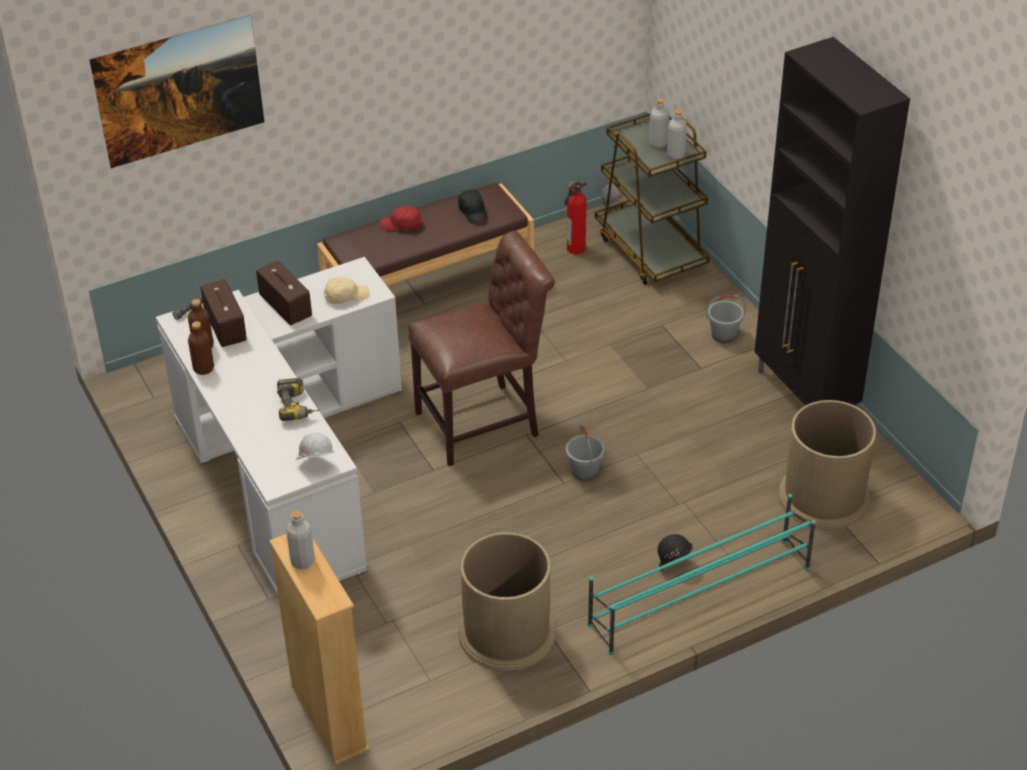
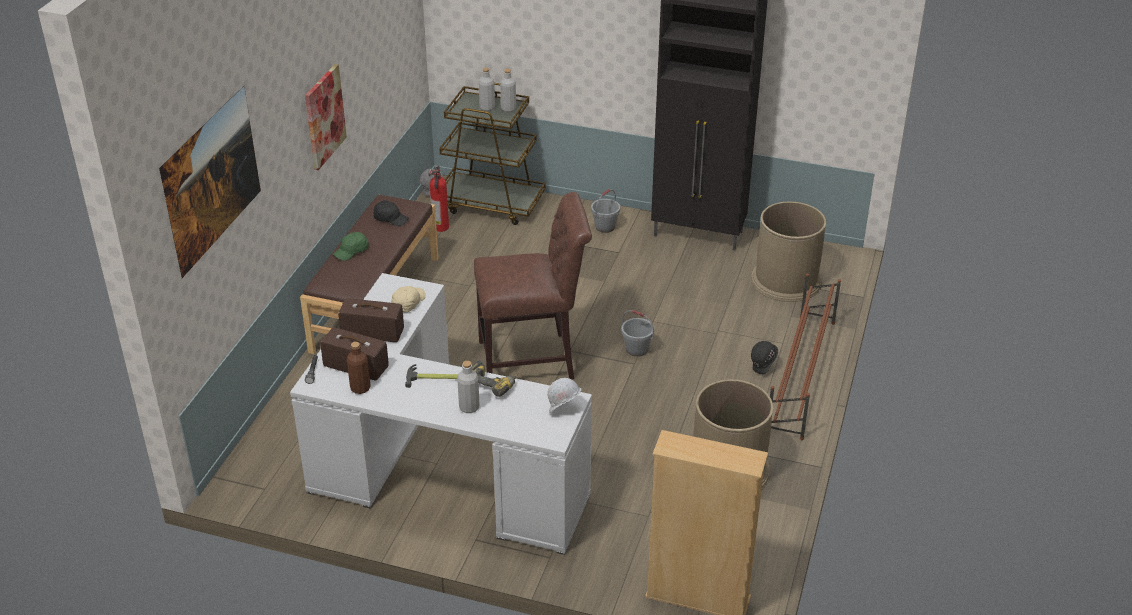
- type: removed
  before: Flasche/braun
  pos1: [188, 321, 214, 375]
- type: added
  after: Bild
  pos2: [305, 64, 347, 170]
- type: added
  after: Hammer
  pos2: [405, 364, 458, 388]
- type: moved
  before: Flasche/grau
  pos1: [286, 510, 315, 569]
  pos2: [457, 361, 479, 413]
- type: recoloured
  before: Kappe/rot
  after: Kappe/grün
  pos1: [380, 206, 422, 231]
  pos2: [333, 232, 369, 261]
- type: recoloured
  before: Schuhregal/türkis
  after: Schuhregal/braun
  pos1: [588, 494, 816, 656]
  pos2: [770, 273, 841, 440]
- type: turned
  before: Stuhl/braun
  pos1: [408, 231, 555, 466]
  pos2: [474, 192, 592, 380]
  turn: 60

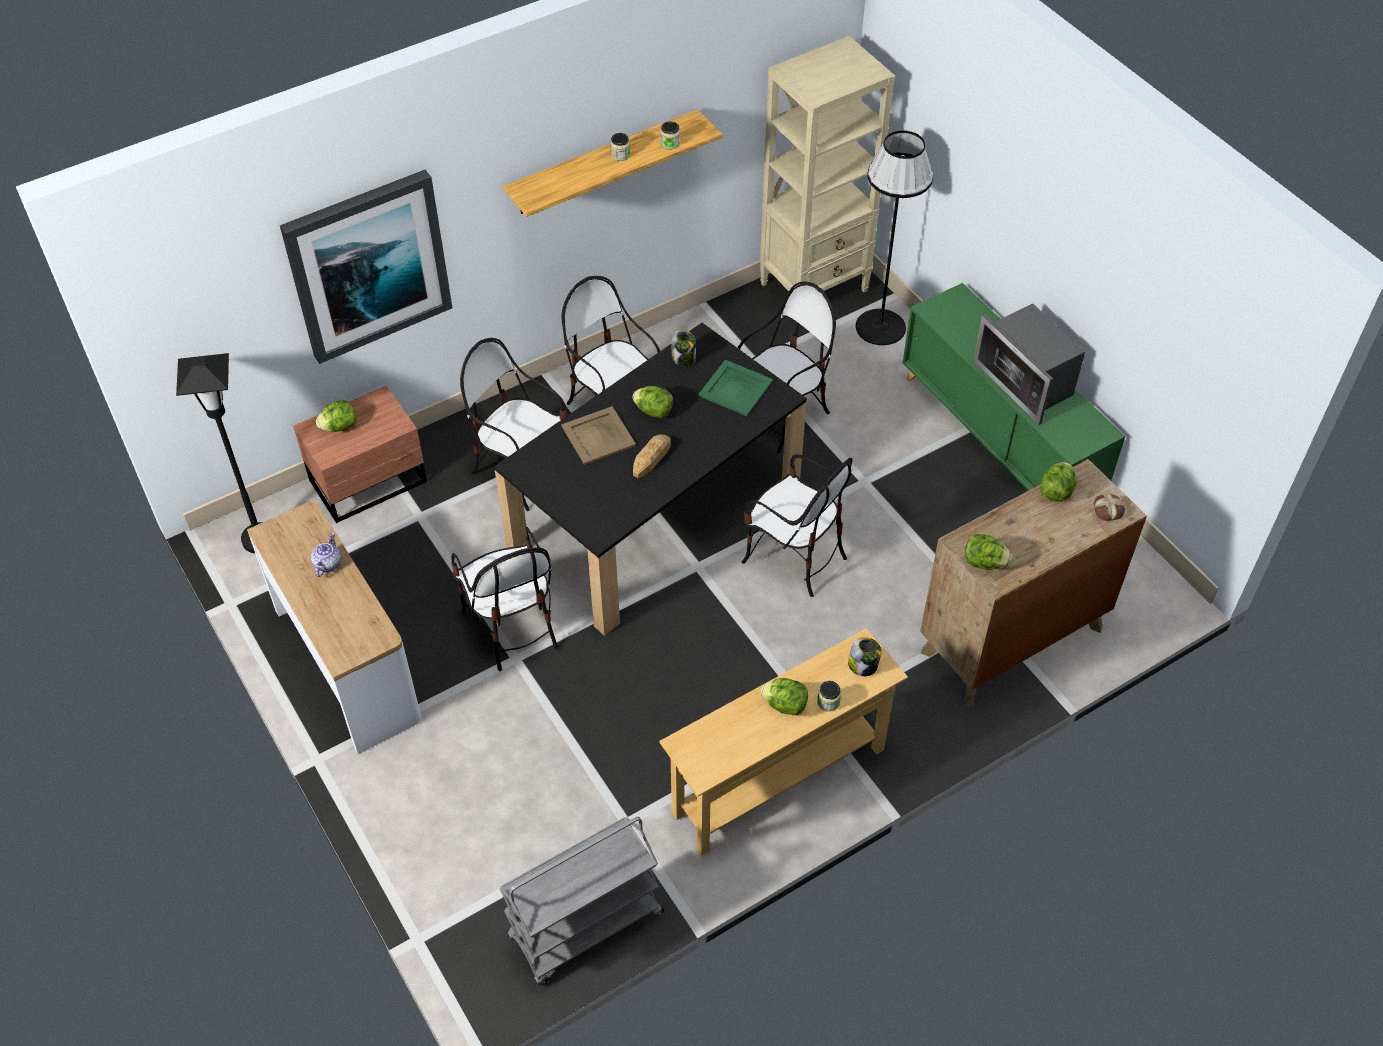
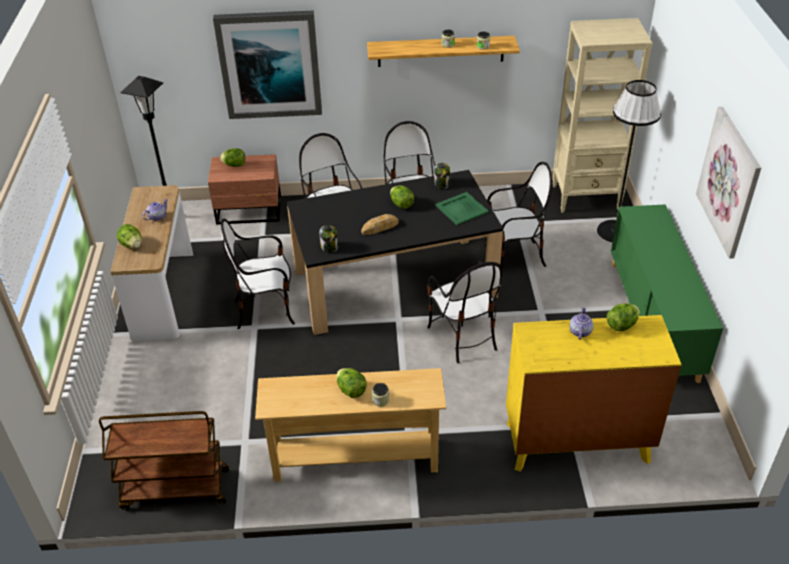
- type: removed
  before: Tablett/beige
  pos1: [561, 406, 636, 465]
- type: removed
  before: Mikrowelle
  pos1: [973, 304, 1085, 425]
- type: removed
  before: Brot
  pos1: [1094, 494, 1125, 521]
- type: added
  after: Teekanne
  pos2: [570, 307, 594, 340]
- type: added
  after: Bild
  pos2: [696, 107, 761, 259]
- type: moved
  before: Vorratsglas
  pos1: [848, 637, 881, 676]
  pos2: [319, 225, 338, 253]
- type: moved
  before: Salatkopf
  pos1: [965, 534, 1012, 570]
  pos2: [117, 224, 142, 249]
- type: recoloured
  before: Rollwagen/grau
  after: Rollwagen/braun
  pos1: [499, 817, 664, 985]
  pos2: [99, 411, 229, 510]
- type: recoloured
  before: Kommode/braun
  after: Kommode/gelb
  pos1: [920, 459, 1147, 706]
  pos2: [506, 315, 682, 472]
- type: turned
  before: Stuhl
  pos1: [451, 527, 559, 671]
  pos2: [221, 218, 295, 329]
  turn: 75

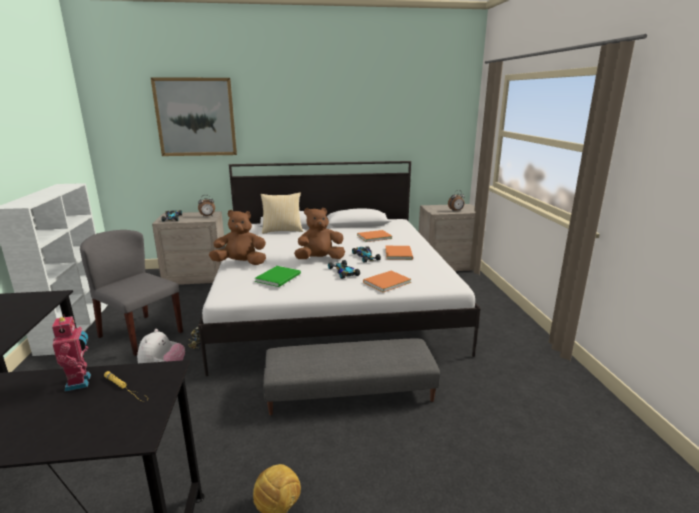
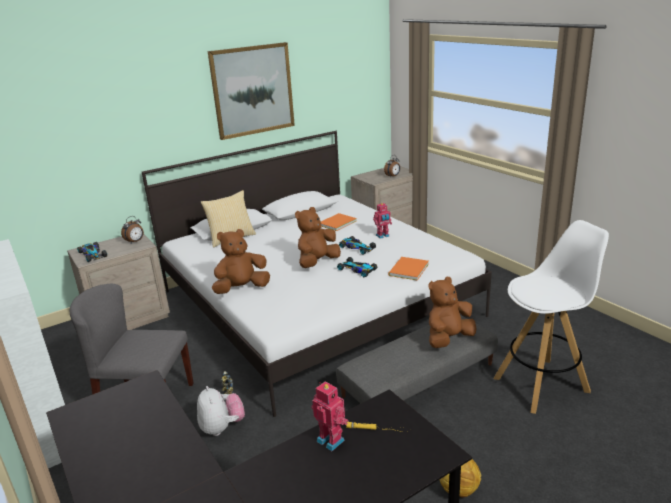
- type: removed
  before: Buch/grün
  pos1: [255, 266, 301, 287]
- type: added
  after: Plüschtier/braun
  pos2: [429, 277, 477, 348]
- type: added
  after: Hocker/weiß
  pos2: [494, 220, 609, 414]
- type: moved
  before: Bild
  pos1: [151, 77, 237, 156]
  pos2: [208, 42, 295, 140]
- type: replaced
  before: Buch/orange
  after: Spielzeugroboter
  pos1: [385, 246, 413, 260]
  pos2: [373, 203, 392, 239]

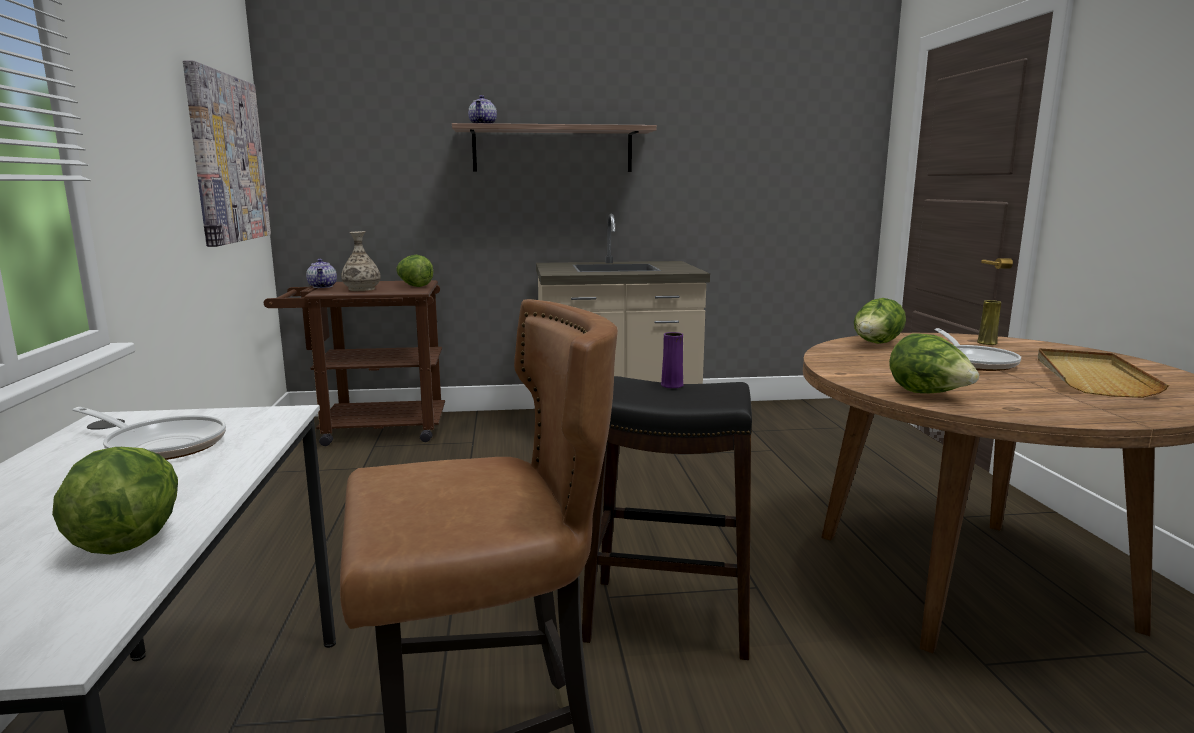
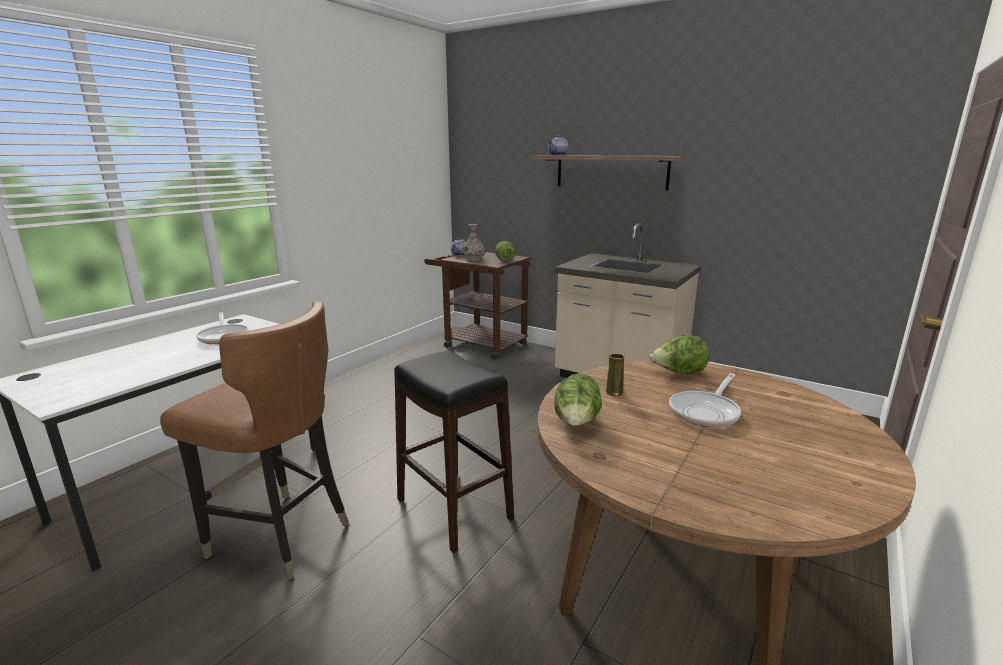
- type: removed
  before: Salatkopf
  pos1: [52, 447, 178, 555]
- type: removed
  before: Bild
  pos1: [183, 60, 271, 247]
- type: removed
  before: Vase/lila
  pos1: [661, 332, 684, 388]
- type: removed
  before: Tablett/beige
  pos1: [1038, 348, 1169, 398]
- type: moved
  before: Vase/gelb
  pos1: [977, 300, 1001, 345]
  pos2: [606, 353, 624, 396]

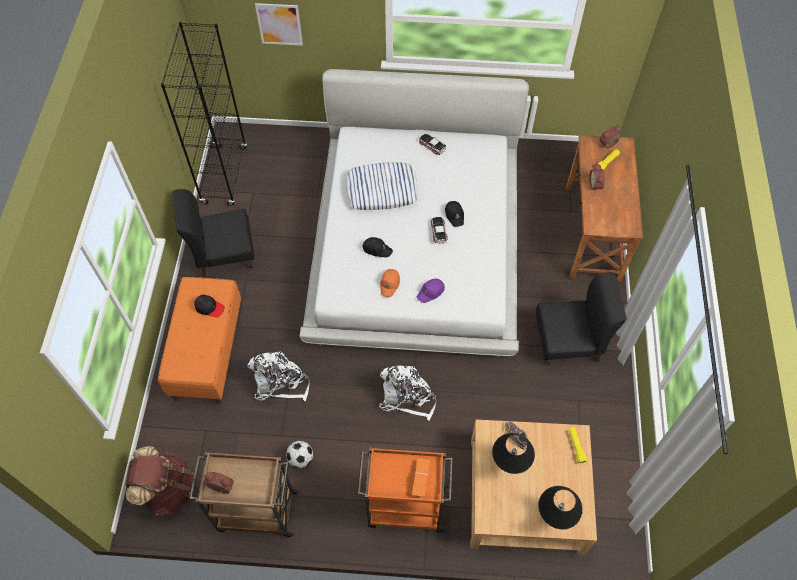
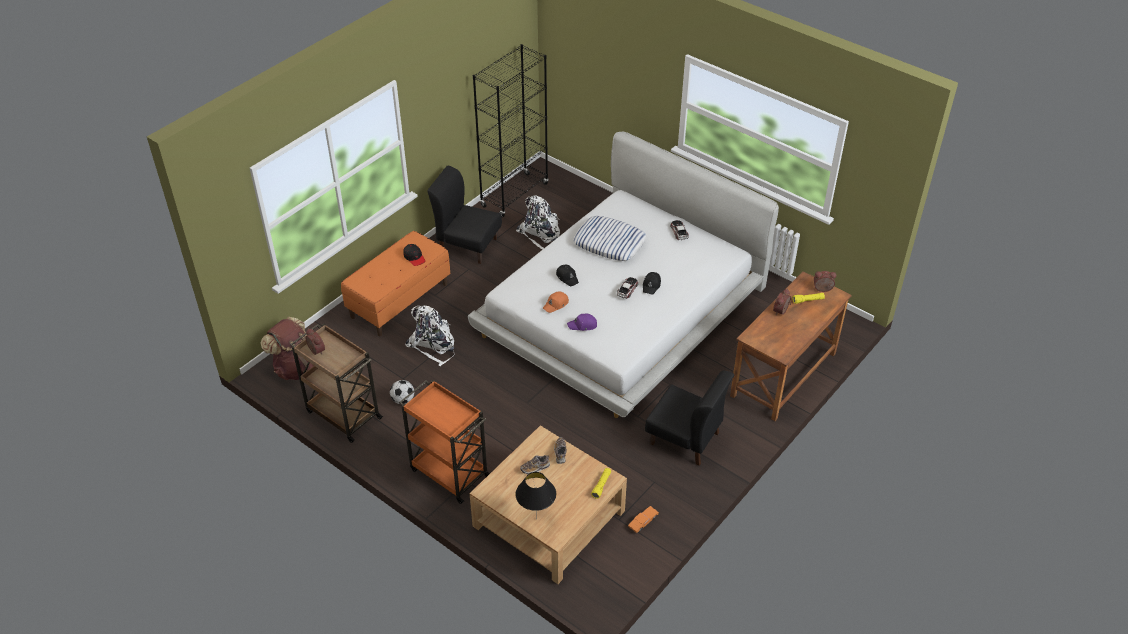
- type: removed
  before: Bild
  pos1: [255, 3, 303, 46]
- type: moved
  before: Rucksack/weiß
  pos1: [379, 365, 437, 421]
  pos2: [516, 195, 560, 250]
- type: moved
  before: Spielzeugauto/orange
  pos1: [412, 458, 430, 498]
  pos2: [628, 506, 659, 533]
- type: replaced
  before: Tischlampe/schwarz
  after: Schuh
  pos1: [492, 433, 535, 474]
  pos2: [520, 455, 550, 474]

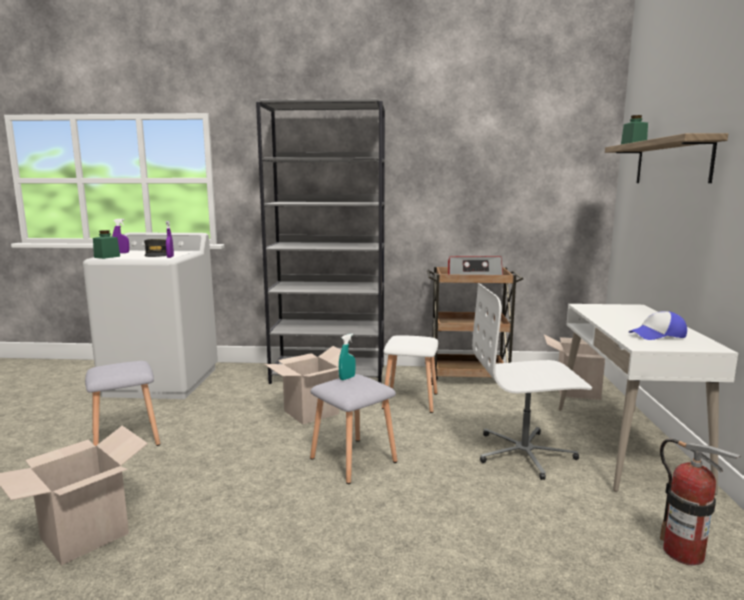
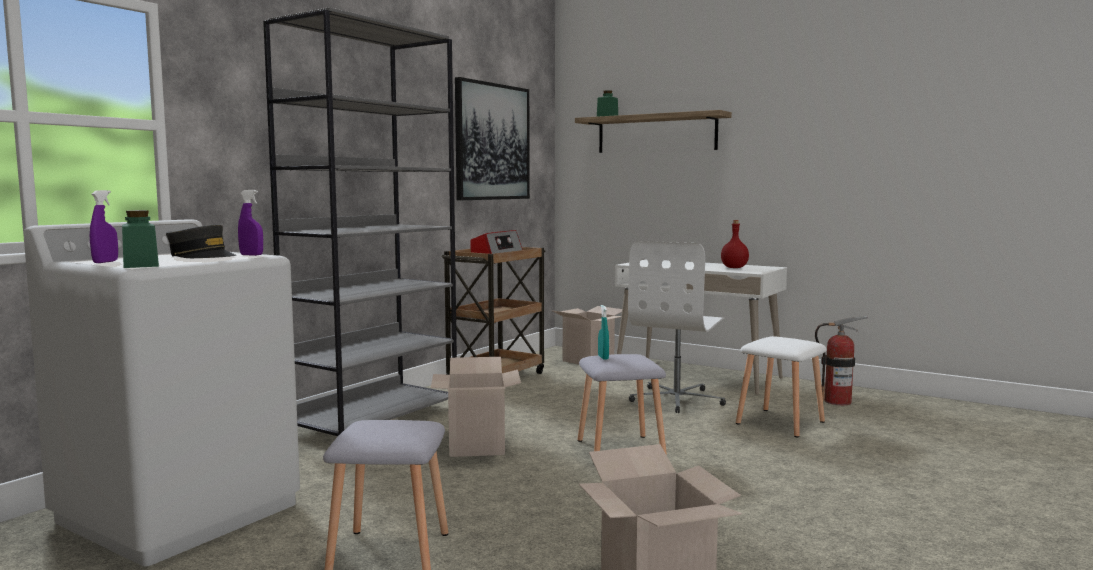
- type: added
  after: Bild
  pos2: [455, 77, 530, 200]
- type: moved
  before: Hocker/weiß
  pos1: [382, 335, 438, 413]
  pos2: [736, 336, 827, 438]
- type: replaced
  before: Kappe
  after: Flasche/rot
  pos1: [629, 311, 687, 340]
  pos2: [721, 220, 749, 268]

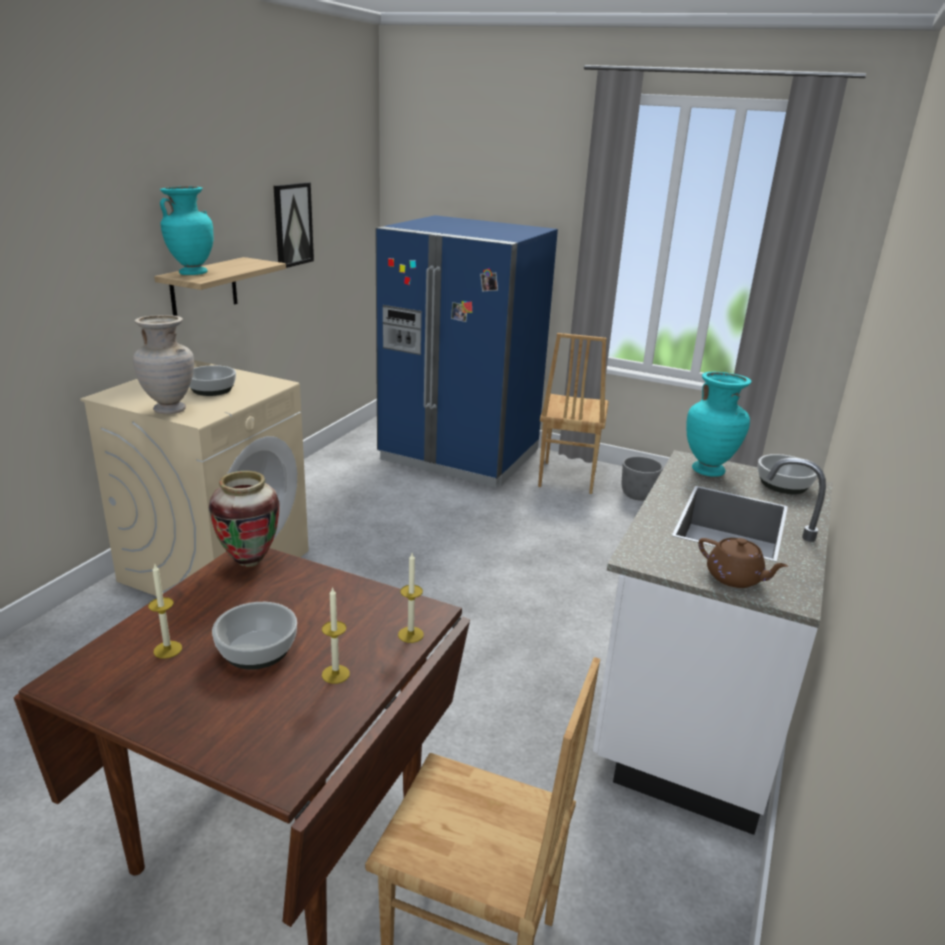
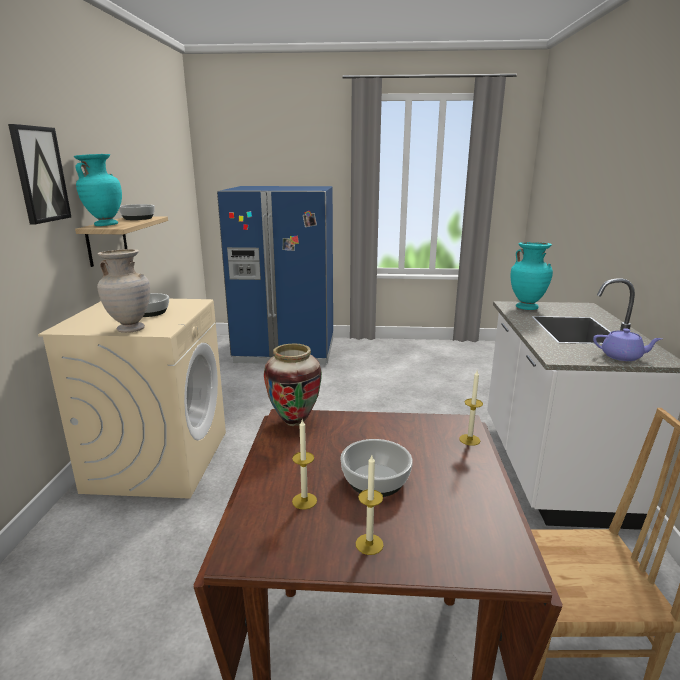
- type: removed
  before: Stuhl/braun
  pos1: [538, 333, 609, 494]
- type: removed
  before: Pflanzkübel/grau
  pos1: [622, 456, 663, 501]
- type: moved
  before: Bild
  pos1: [273, 182, 314, 268]
  pos2: [8, 124, 71, 225]
- type: moved
  before: Kerze
  pos1: [322, 587, 350, 684]
  pos2: [356, 455, 384, 555]
- type: moved
  before: Schüssel
  pos1: [758, 454, 817, 494]
  pos2: [119, 204, 155, 220]
- type: recoloured
  before: Teekanne/braun
  after: Teekanne/lila
  pos1: [698, 538, 788, 588]
  pos2: [593, 328, 662, 361]

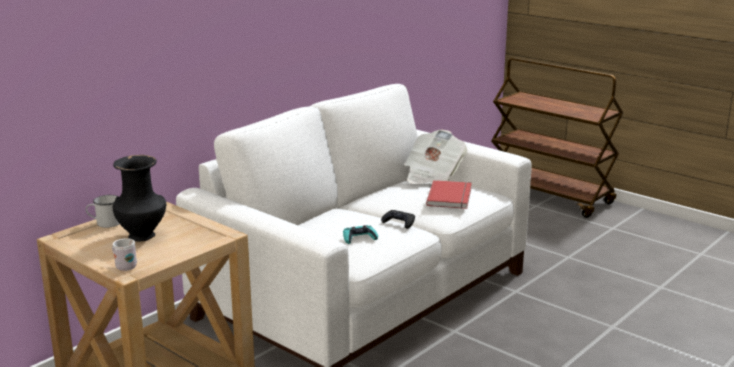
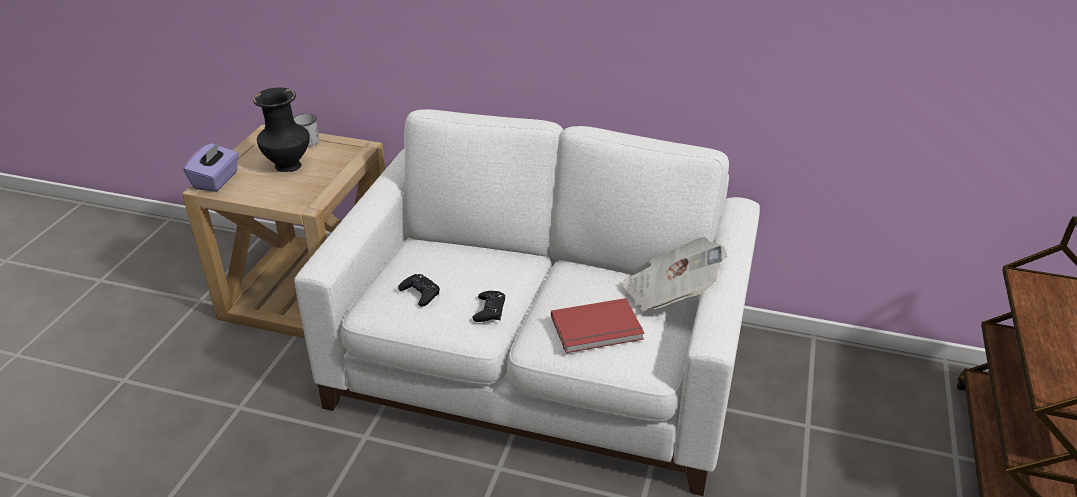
- type: replaced
  before: Henkelbecher/weiß
  after: Taschentuchbox/lila
  pos1: [112, 238, 137, 271]
  pos2: [184, 141, 239, 192]
- type: recoloured
  before: Gamepad/türkis
  after: Gamepad/schwarz
  pos1: [343, 225, 378, 244]
  pos2: [398, 274, 440, 307]

